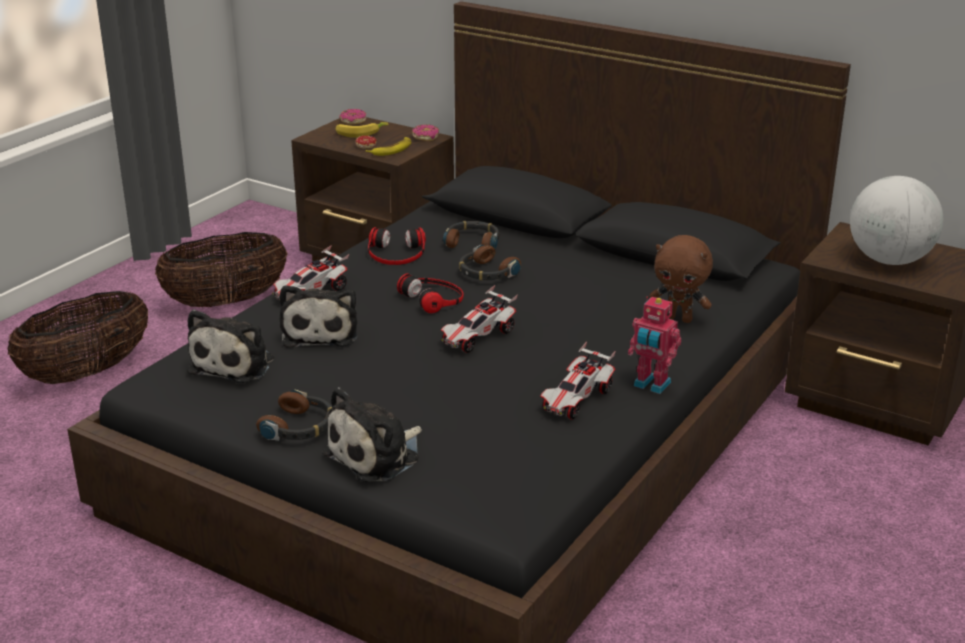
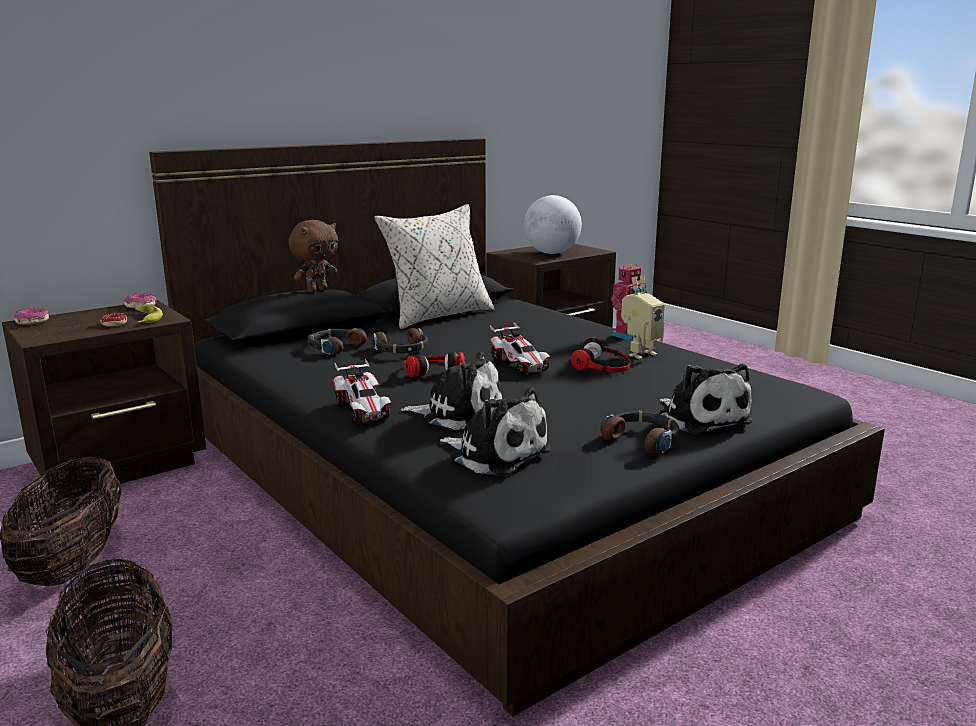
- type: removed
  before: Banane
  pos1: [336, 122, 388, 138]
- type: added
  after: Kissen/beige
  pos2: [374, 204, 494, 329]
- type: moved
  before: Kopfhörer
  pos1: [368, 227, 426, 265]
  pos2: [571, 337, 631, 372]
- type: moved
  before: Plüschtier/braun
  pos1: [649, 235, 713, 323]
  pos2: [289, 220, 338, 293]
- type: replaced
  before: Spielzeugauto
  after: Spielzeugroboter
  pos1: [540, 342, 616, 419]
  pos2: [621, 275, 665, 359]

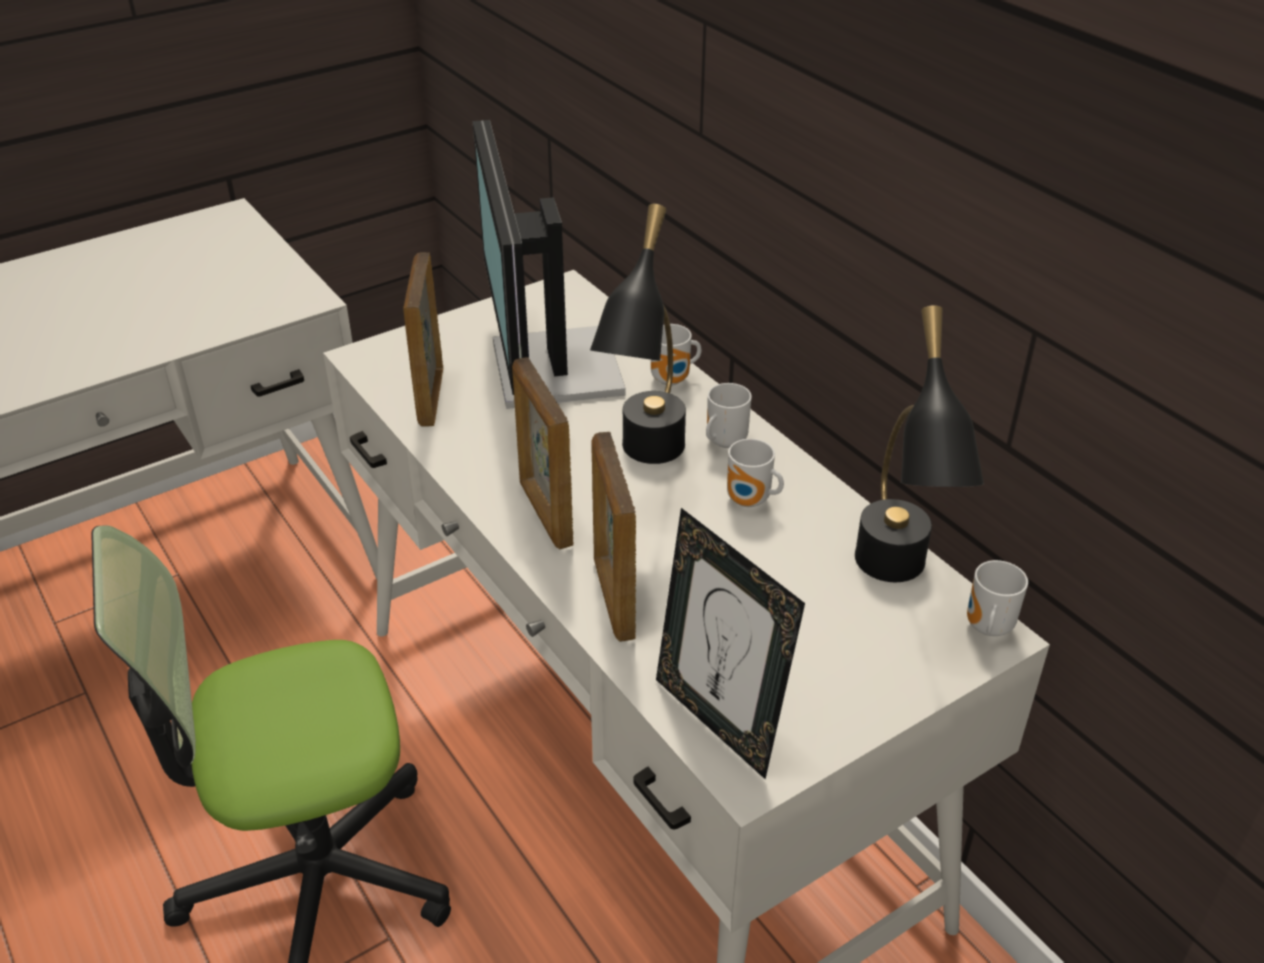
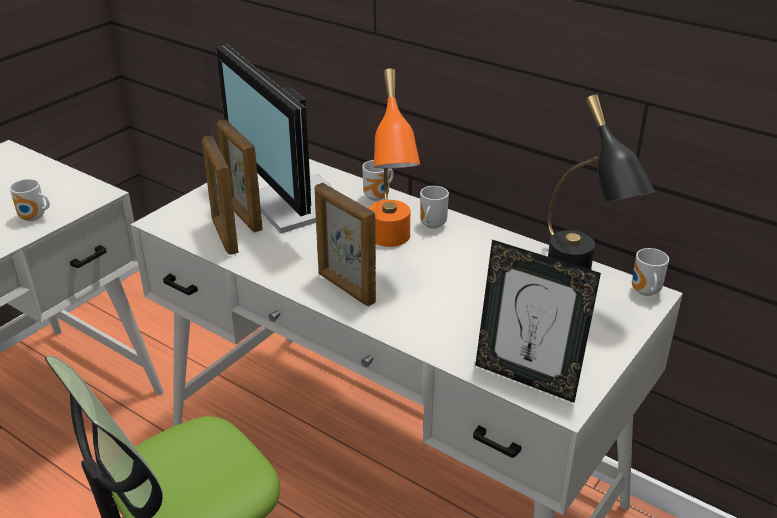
- type: moved
  before: Bilderrahmen
  pos1: [591, 432, 636, 642]
  pos2: [217, 120, 263, 232]
- type: moved
  before: Henkelbecher
  pos1: [727, 439, 784, 507]
  pos2: [10, 179, 50, 221]
- type: recoloured
  before: Tischlampe/schwarz
  after: Tischlampe/orange
  pos1: [590, 204, 686, 464]
  pos2: [369, 68, 420, 247]

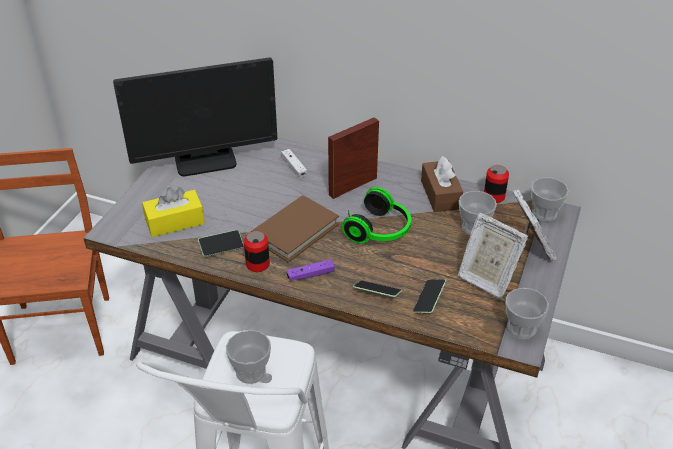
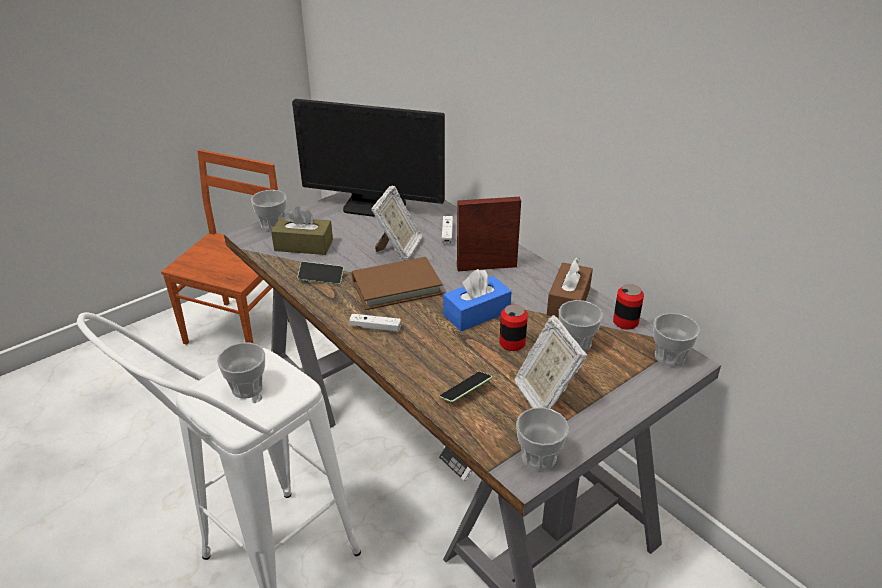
- type: removed
  before: Handy
  pos1: [353, 280, 402, 297]
- type: added
  after: Tasse
  pos2: [251, 190, 286, 231]
- type: moved
  before: Dose
  pos1: [244, 231, 270, 272]
  pos2: [499, 304, 528, 351]
- type: moved
  before: Bilderrahmen
  pos1: [512, 189, 556, 263]
  pos2: [371, 185, 423, 261]
- type: replaced
  before: Kopfhörer
  after: Taschentuchbox/blau
  pos1: [342, 187, 411, 244]
  pos2: [443, 269, 512, 331]
- type: recoloured
  before: Taschentuchbox/gelb
  after: Taschentuchbox/braun
  pos1: [142, 187, 205, 237]
  pos2: [271, 207, 333, 255]
- type: recoloured
  before: Gamepad/lila
  after: Gamepad/weiß
  pos1: [287, 259, 335, 281]
  pos2: [349, 314, 401, 332]

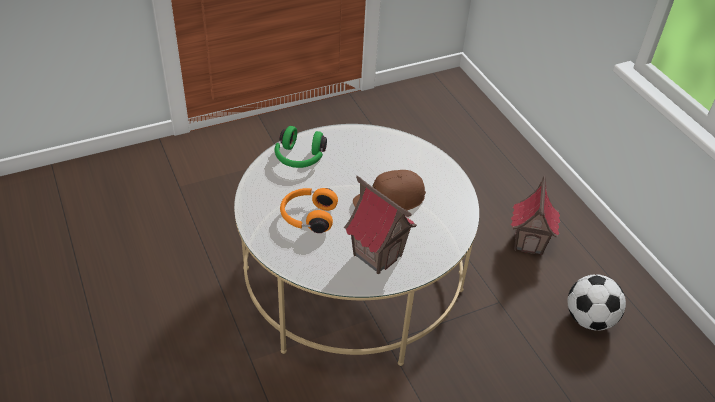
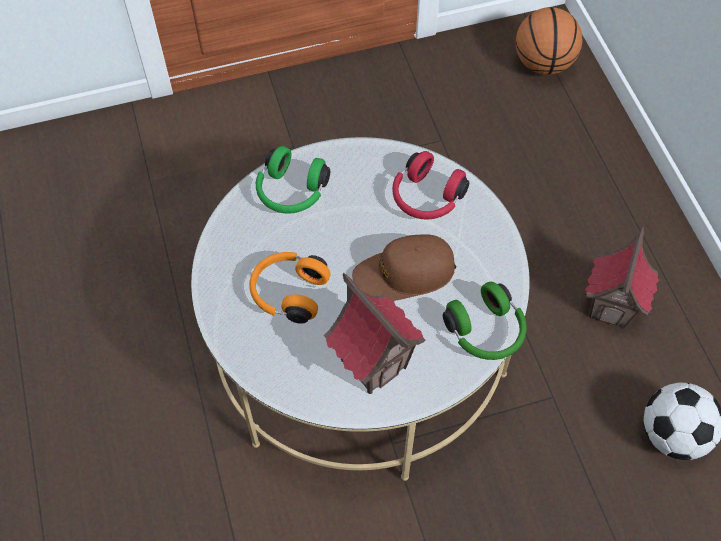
- type: added
  after: Kopfhörer/rot
  pos2: [392, 151, 469, 220]
- type: added
  after: Kopfhörer/grün
  pos2: [443, 282, 527, 360]
- type: added
  after: Basketball
  pos2: [516, 7, 582, 75]

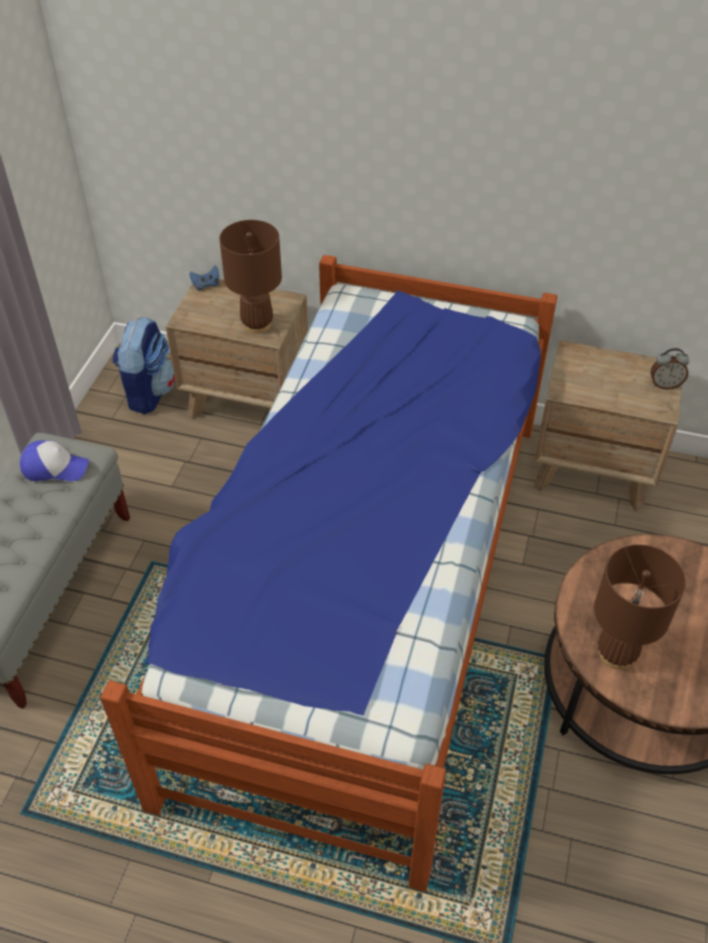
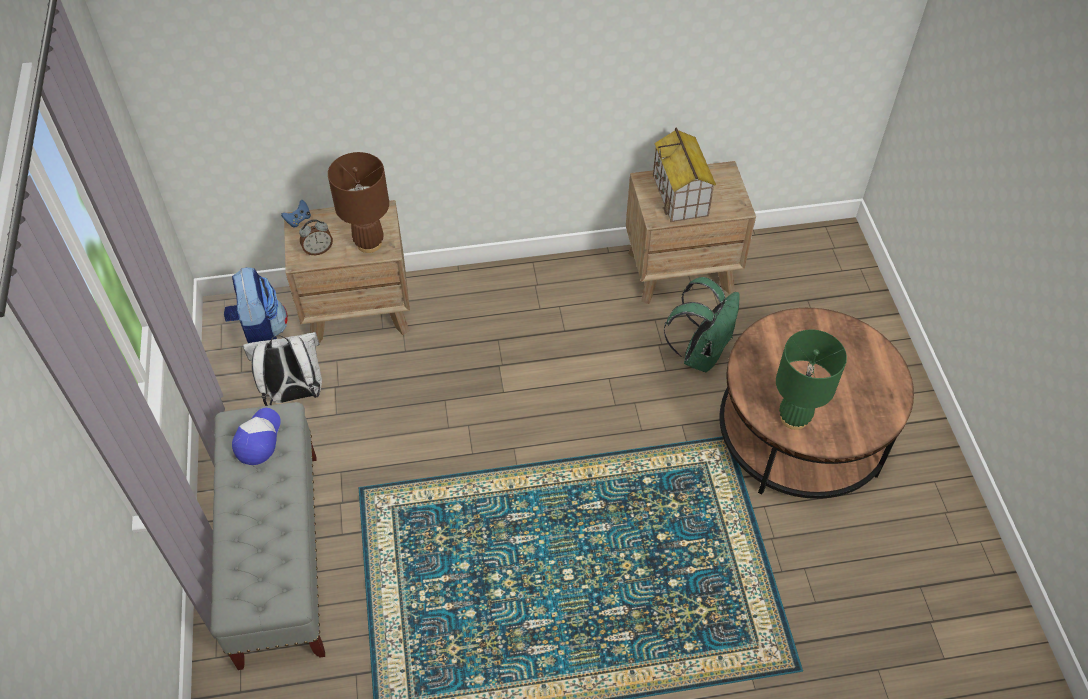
- type: removed
  before: Bett
  pos1: [100, 255, 558, 892]
- type: added
  after: Rucksack/weiß
  pos2: [243, 332, 322, 406]
- type: added
  after: Spielzeughaus
  pos2: [653, 128, 716, 222]
- type: added
  after: Rucksack/grün
  pos2: [664, 277, 740, 372]
- type: moved
  before: Wecker
  pos1: [651, 348, 689, 390]
  pos2: [299, 219, 333, 255]
- type: recoloured
  before: Tischlampe/braun
  after: Tischlampe/grün
  pos1: [594, 545, 686, 670]
  pos2: [776, 330, 847, 430]
- type: turned
  before: Kappe
  pos1: [20, 440, 89, 481]
  pos2: [232, 408, 281, 465]
  turn: -60

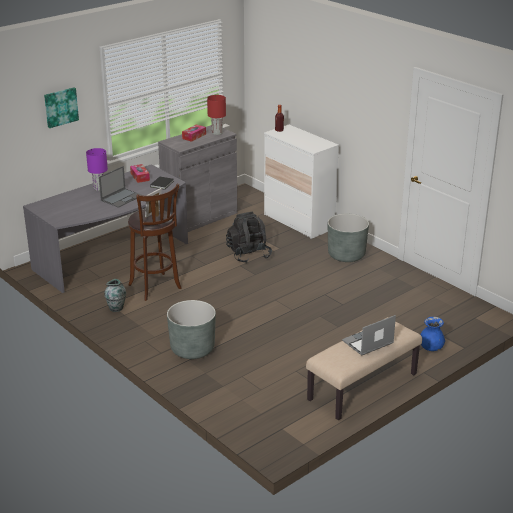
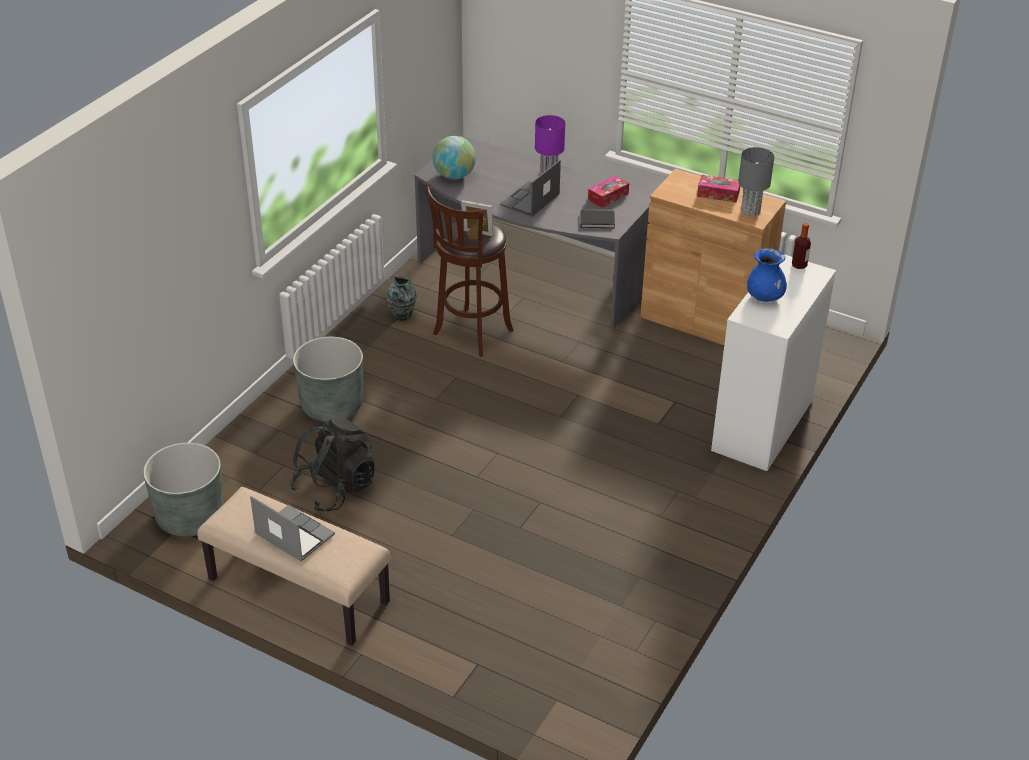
- type: removed
  before: Bild
  pos1: [44, 87, 79, 128]
- type: added
  after: Globus
  pos2: [433, 136, 476, 180]
- type: moved
  before: Rucksack/schwarz
  pos1: [226, 212, 272, 263]
  pos2: [290, 417, 375, 512]
- type: moved
  before: Pflanzkübel/grau
  pos1: [328, 214, 369, 262]
  pos2: [143, 443, 224, 537]
- type: moved
  before: Vase/blau
  pos1: [420, 317, 445, 351]
  pos2: [747, 248, 787, 302]
- type: recoloured
  before: Schrank/grau
  after: Schrank/braun
  pos1: [158, 125, 237, 232]
  pos2: [640, 169, 786, 345]
- type: recoloured
  before: Tischlampe/rot
  after: Tischlampe/grau
  pos1: [207, 95, 226, 135]
  pos2: [738, 147, 774, 216]
- type: turned
  before: Laptop
  pos1: [99, 166, 141, 208]
  pos2: [500, 160, 561, 217]
  turn: 105

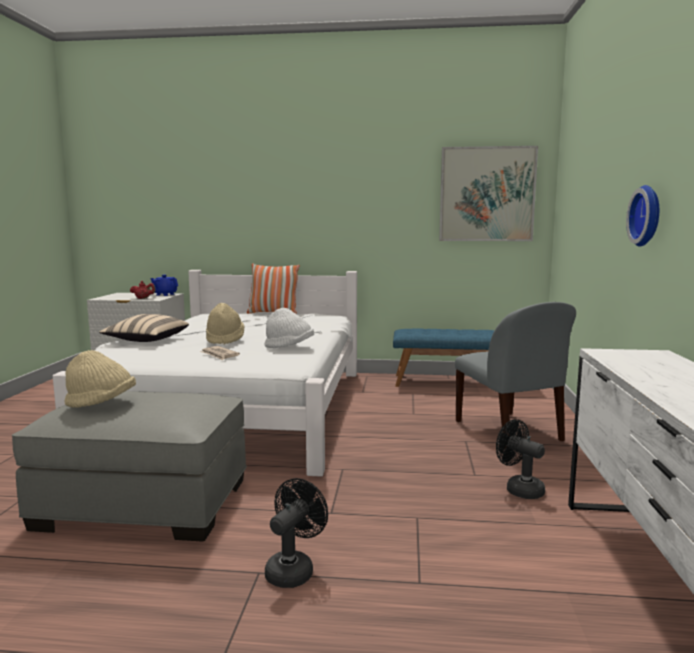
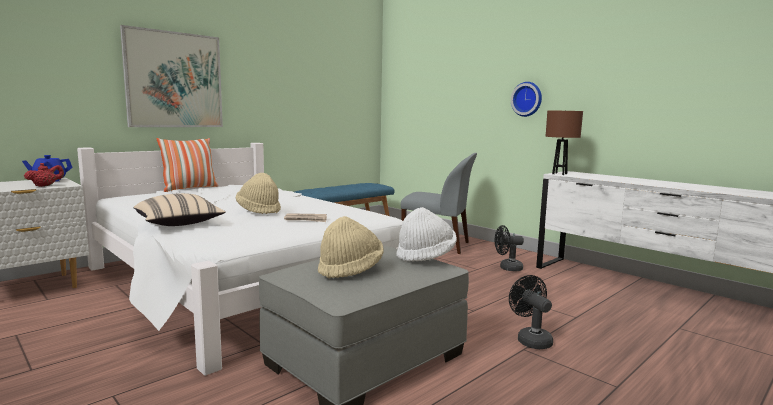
- type: added
  after: Tischlampe/braun
  pos2: [546, 110, 583, 175]
- type: moved
  before: Hut/weiß
  pos1: [264, 308, 314, 348]
  pos2: [396, 207, 457, 262]
- type: moved
  before: Bild
  pos1: [439, 146, 538, 241]
  pos2: [120, 25, 223, 127]

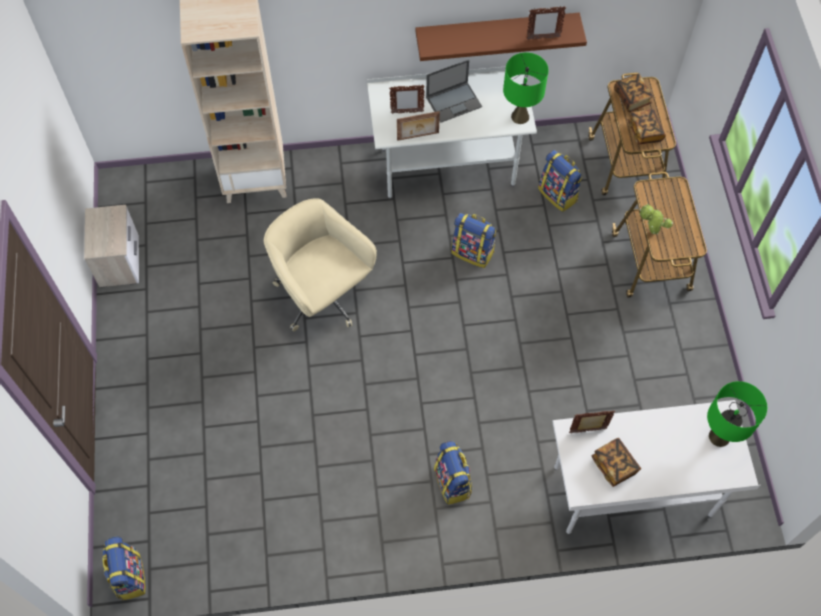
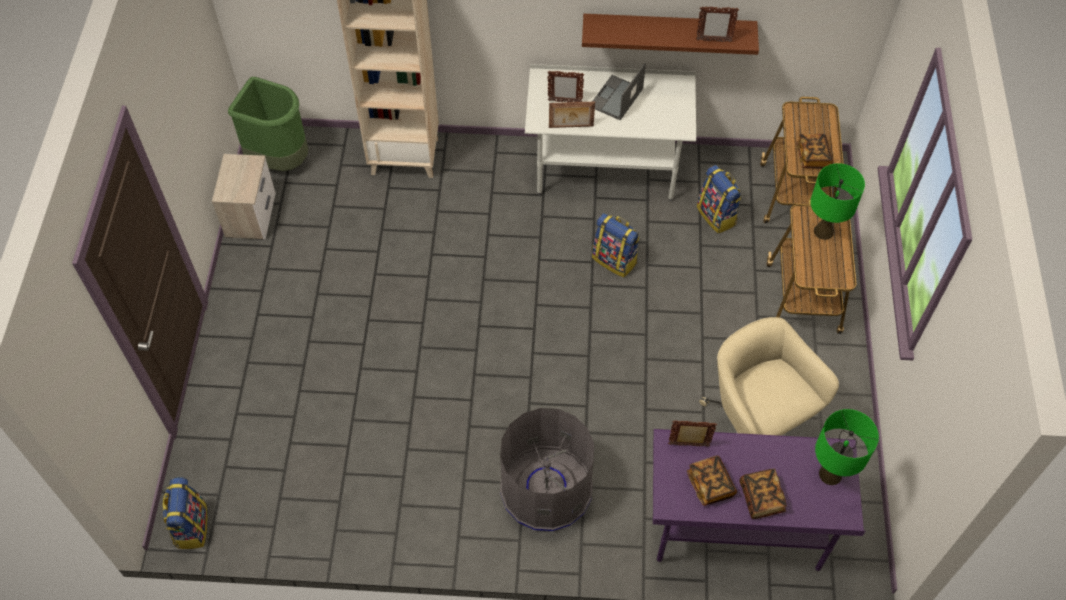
- type: removed
  before: Topfpflanze
  pos1: [639, 204, 673, 234]
- type: added
  after: Mülleimer/grün
  pos2: [228, 77, 308, 171]
- type: moved
  before: Bürostuhl/beige
  pos1: [264, 198, 377, 331]
  pos2: [699, 317, 839, 436]
- type: moved
  before: Tischlampe/grün
  pos1: [503, 52, 548, 124]
  pos2: [810, 163, 865, 240]
- type: moved
  before: Buch
  pos1: [614, 73, 653, 112]
  pos2: [739, 469, 787, 519]
- type: replaced
  before: Rucksack
  after: Mülleimer/grau
  pos1: [434, 441, 472, 505]
  pos2: [500, 408, 594, 531]
- type: recoloured
  before: Schreibtisch/weiß
  after: Schreibtisch/lila
  pos1: [553, 400, 761, 534]
  pos2: [653, 429, 866, 571]
- type: turned
  before: Laptop
  pos1: [426, 60, 482, 122]
  pos2: [592, 63, 646, 120]
  turn: 135

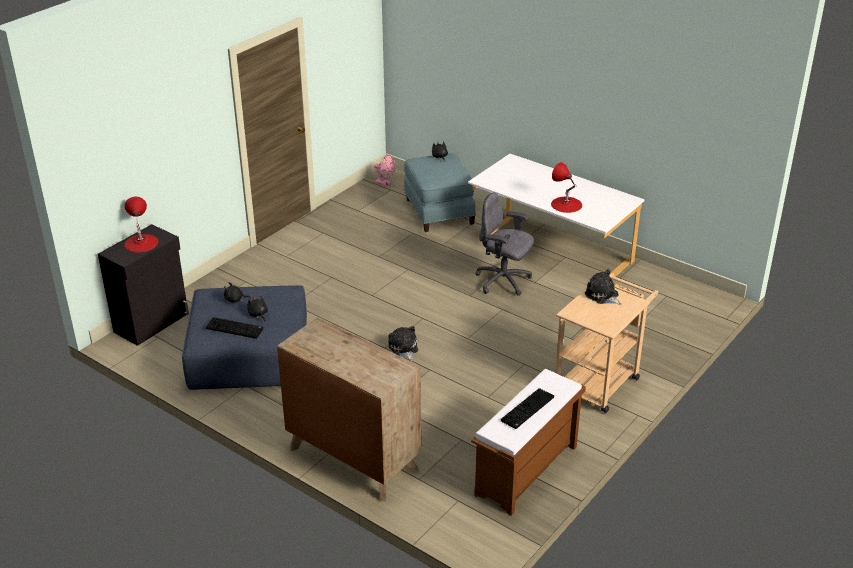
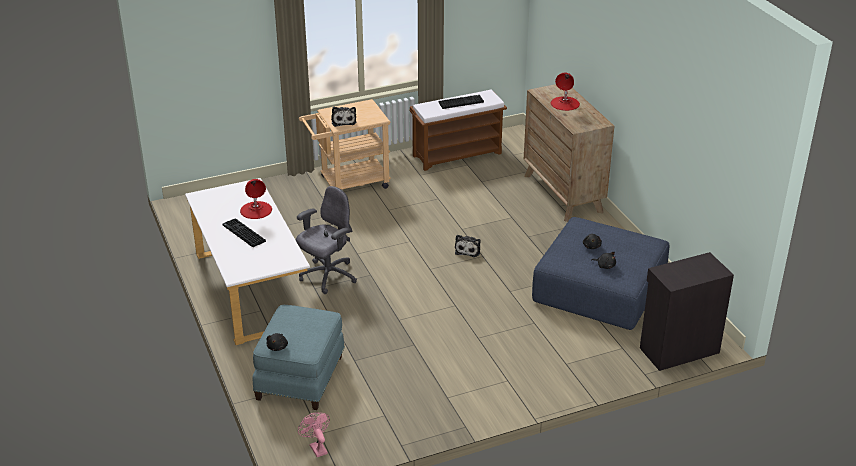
- type: moved
  before: Tischlampe/rot
  pos1: [124, 197, 159, 252]
  pos2: [551, 73, 580, 111]
- type: moved
  before: Tastatur
  pos1: [206, 317, 264, 339]
  pos2: [222, 218, 266, 247]
- type: turned
  before: Bürostuhl/grau
  pos1: [475, 192, 534, 296]
  pos2: [296, 186, 357, 294]
  turn: -105

